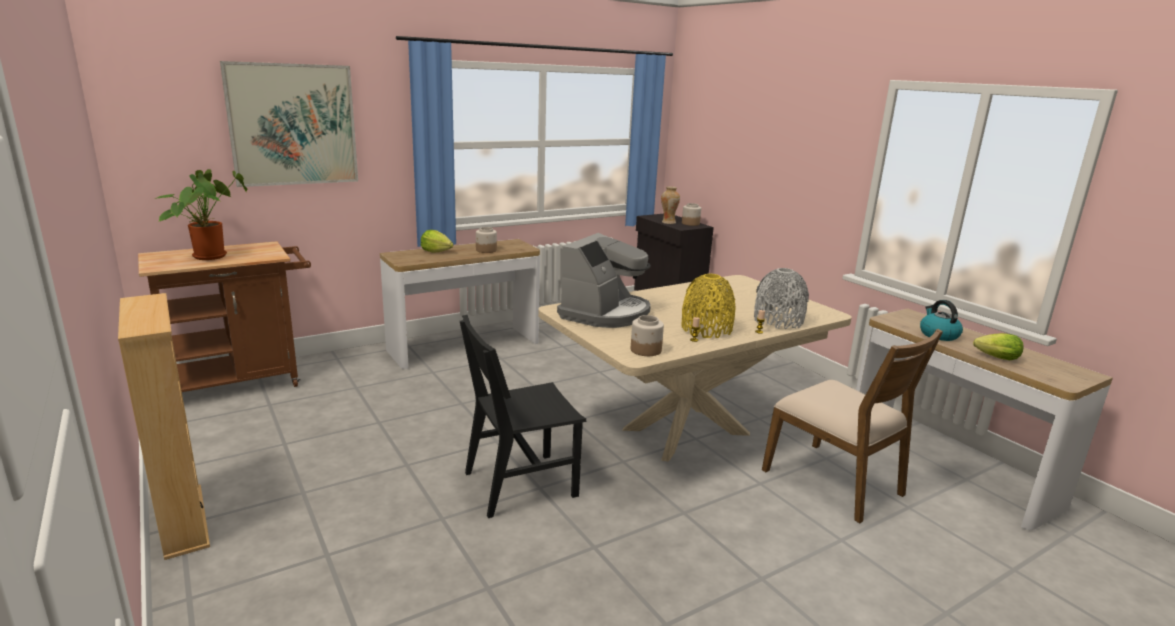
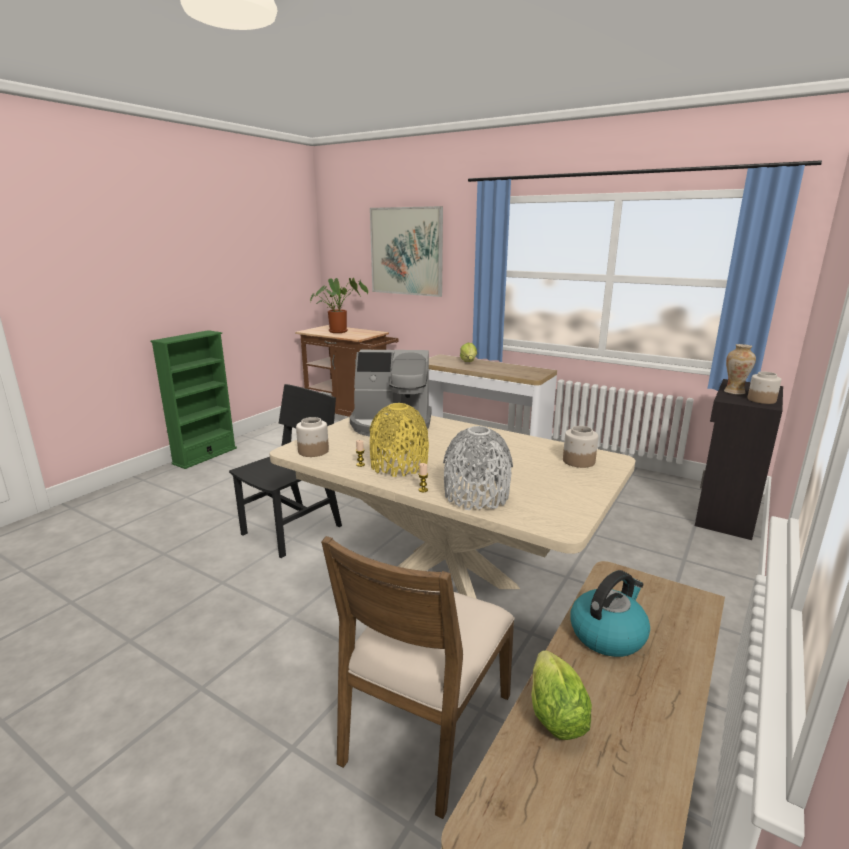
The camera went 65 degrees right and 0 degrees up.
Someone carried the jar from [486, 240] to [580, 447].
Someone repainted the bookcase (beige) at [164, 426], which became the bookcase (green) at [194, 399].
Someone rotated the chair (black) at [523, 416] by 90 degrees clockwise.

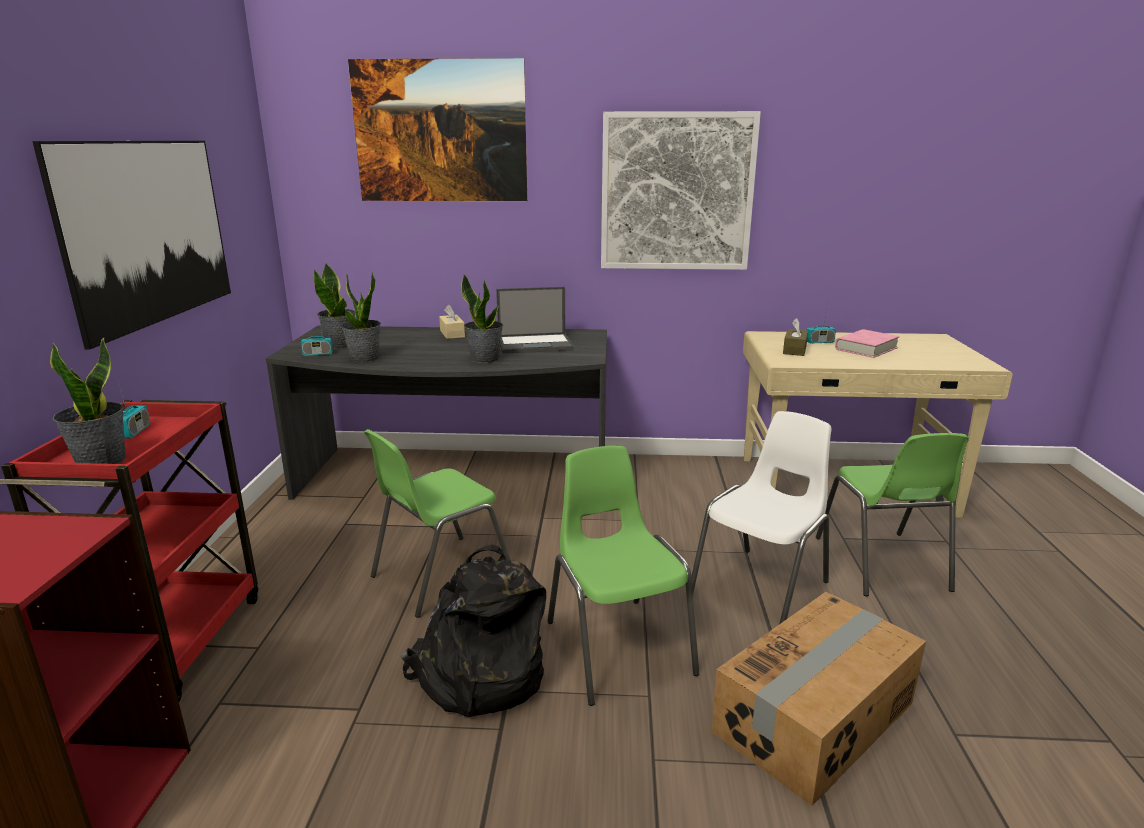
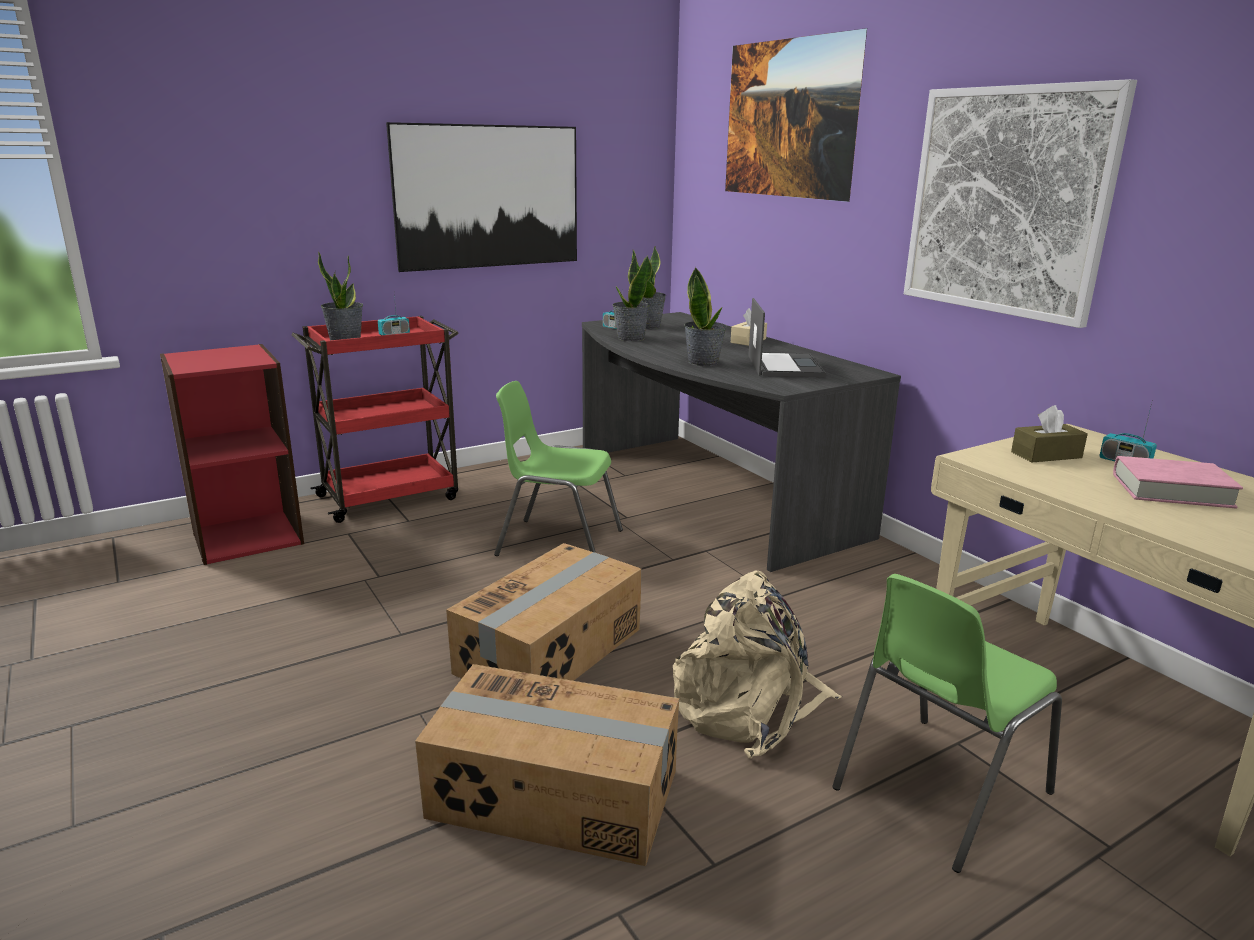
The camera went 55 degrees right and 0 degrees up.
Someone rotated the laptop at [535, 320] by 135 degrees counterclockwise.
Someone swapped the chair (white) at [761, 517] for the backpack (beige) at [757, 664].
Someone swapped the chair (green) at [623, 576] for the cardboard box at [544, 612].
Someone took away the backpack (black) at [473, 630].

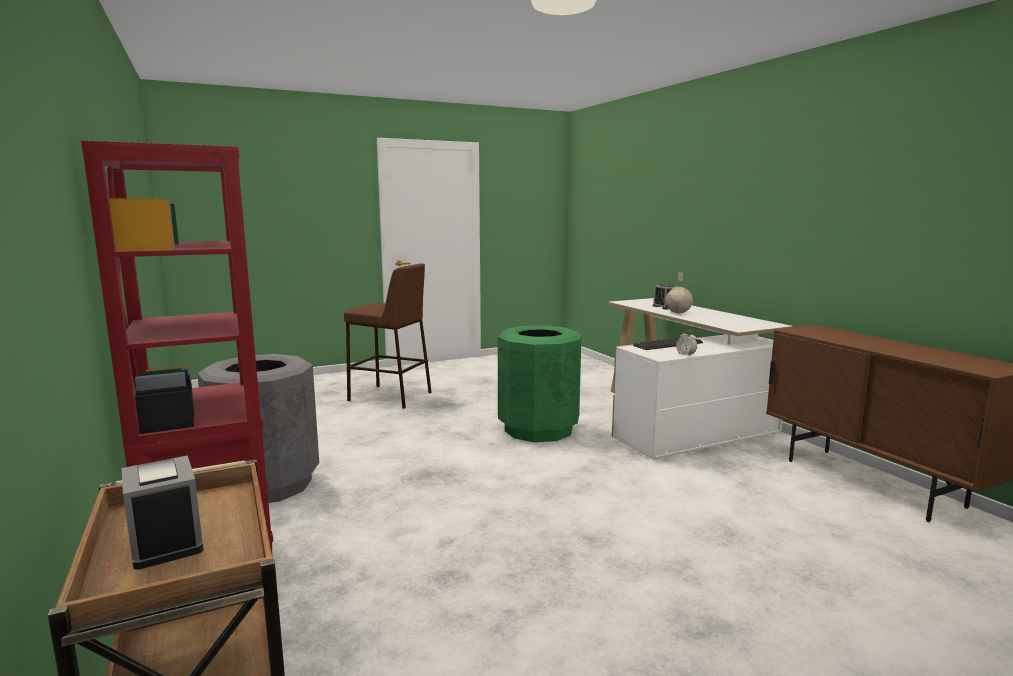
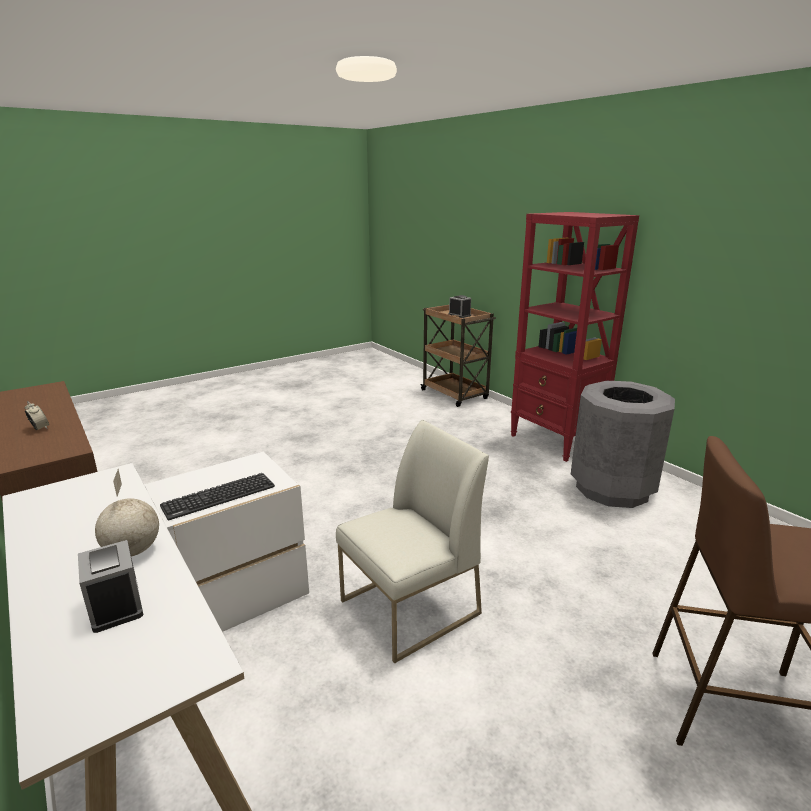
The camera went 170 degrees right and 10 degrees up.
Someone swapped the trash can (green) at [539, 383] for the chair (white) at [412, 541].
Someone carried the alarm clock from [686, 343] to [37, 415].

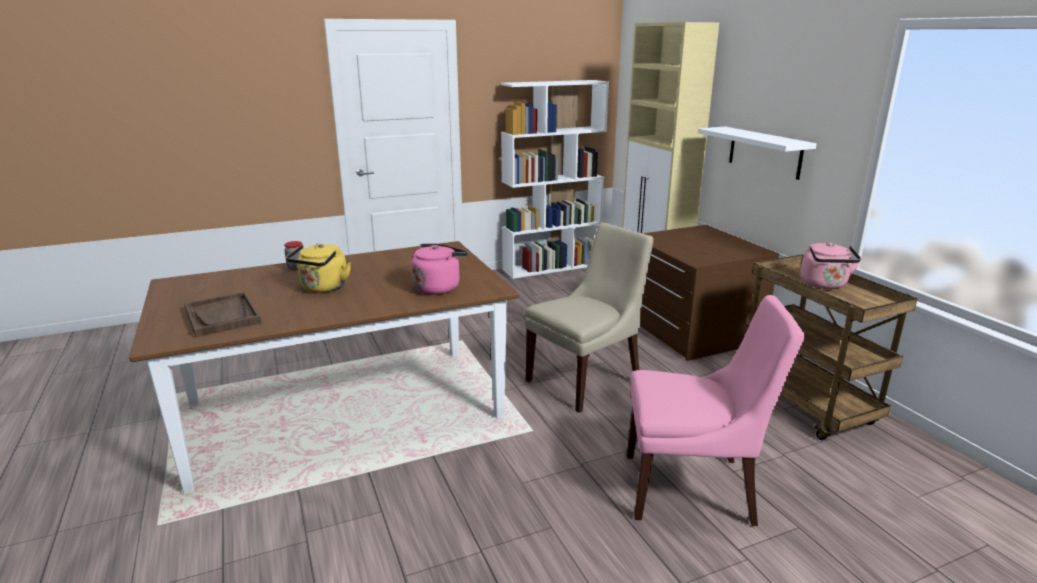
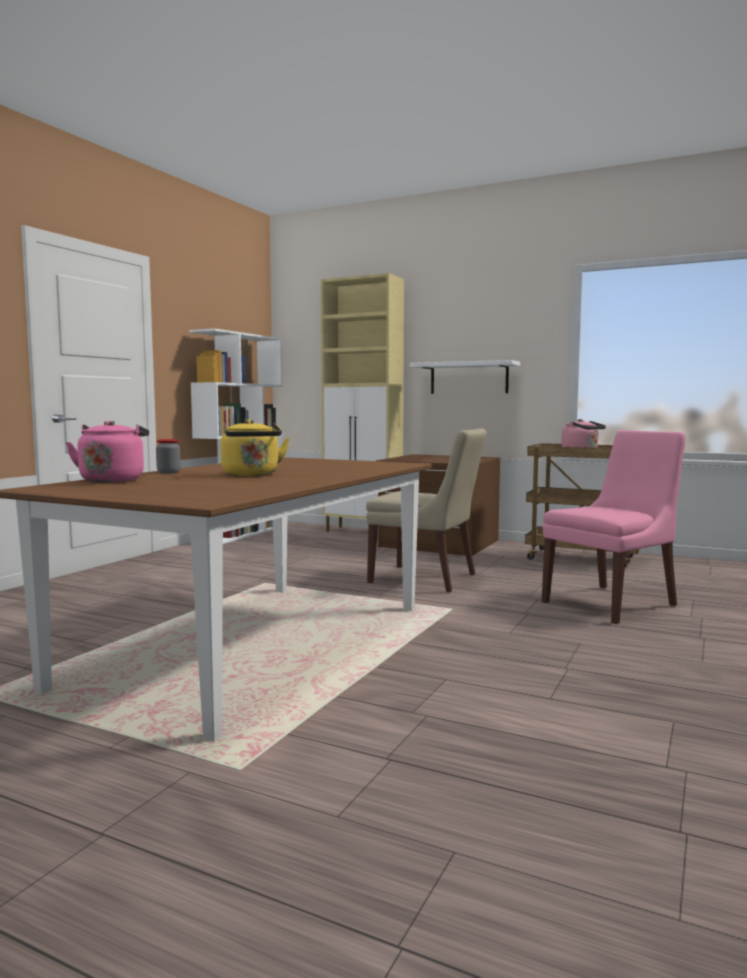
The camera went 40 degrees left and 15 degrees down.
Someone rotated the chair (beige) at [589, 317] by 105 degrees clockwise.
Someone carried the kettle (pink) from [439, 269] to [107, 451].
Someone took away the tray (brown) at [223, 314].

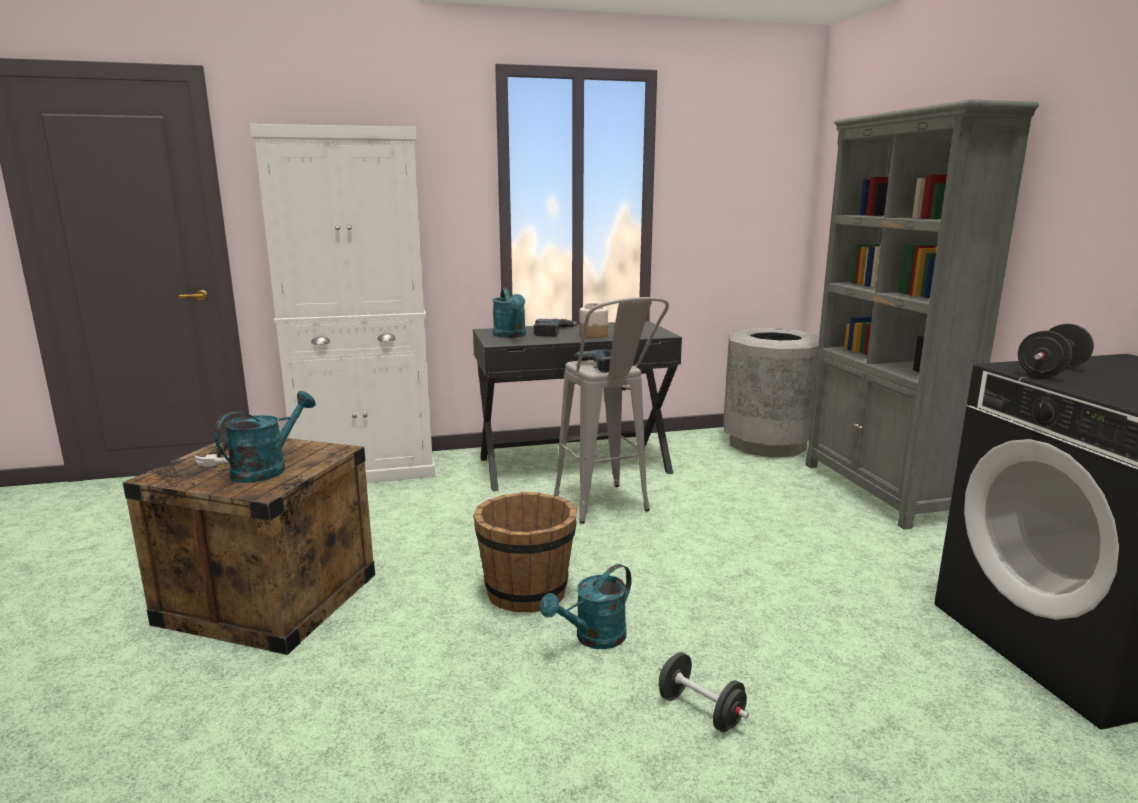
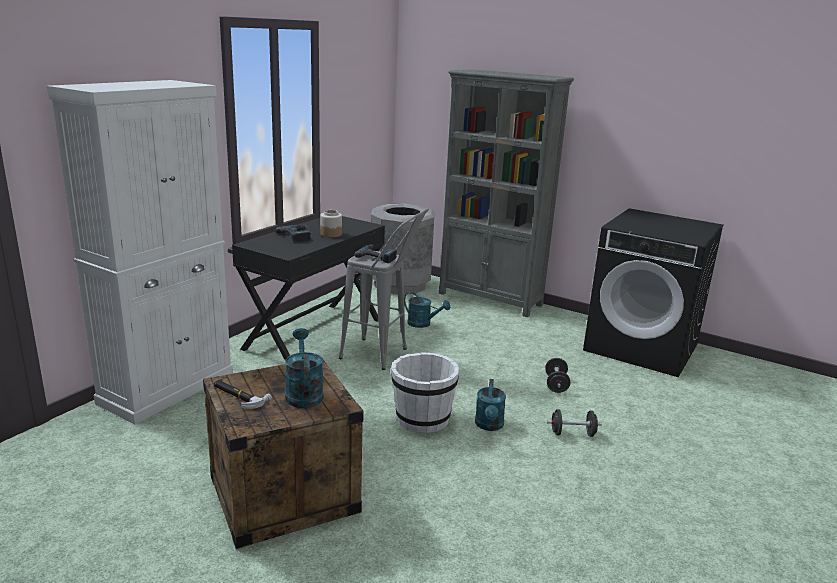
The camera went 45 degrees left and 5 degrees up.
Someone carried the watering can (turquoise) from [509, 312] to [427, 310].
Someone carried the dumbbell (black) from [1056, 351] to [557, 375].
Someone repainted the bucket (brown) at [525, 552], which became the bucket (white) at [425, 392].

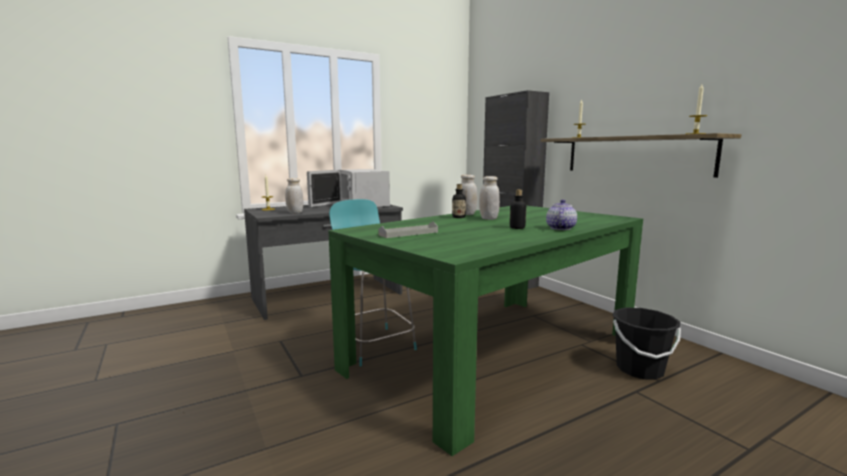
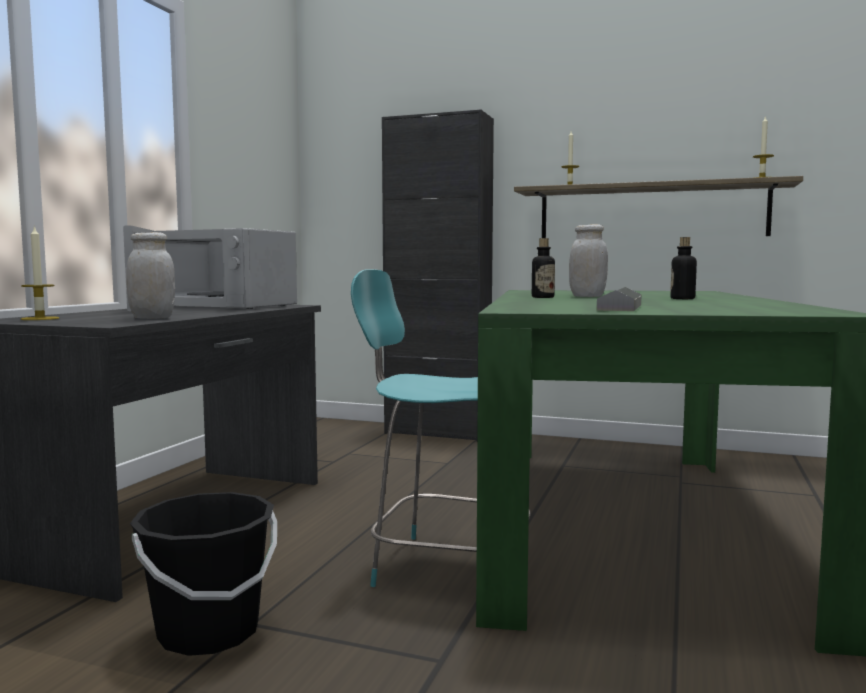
The camera went 40 degrees left and 5 degrees down.
Someone took away the jar (white) at [469, 194].
Someone took away the teapot at [561, 215].
Someone carried the bucket (black) from [646, 344] to [203, 574].

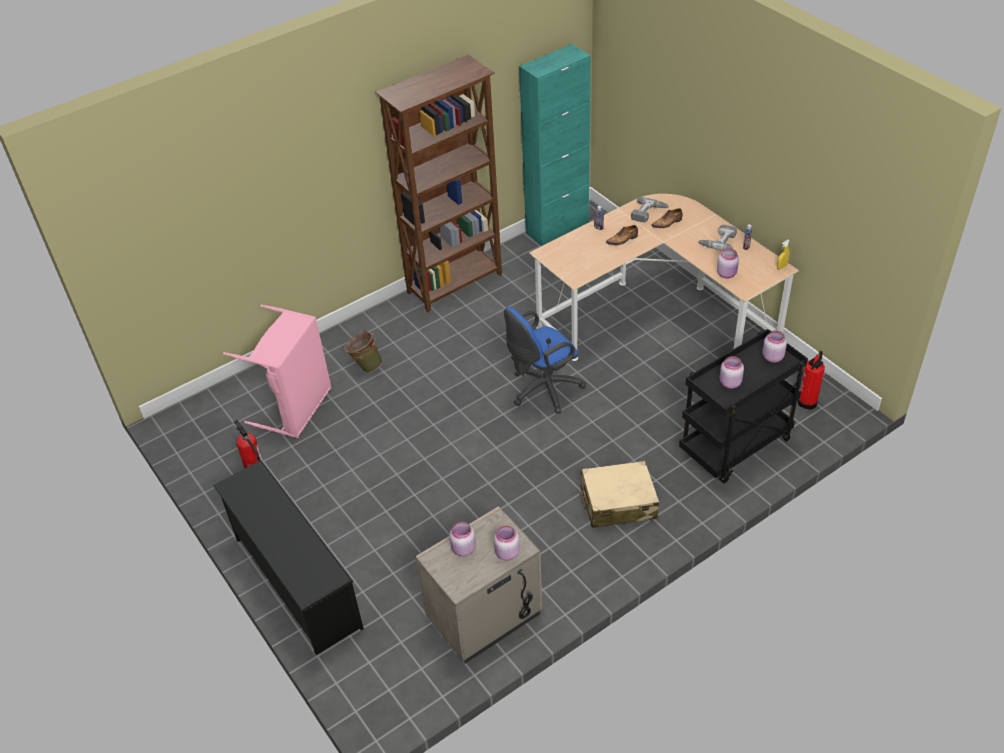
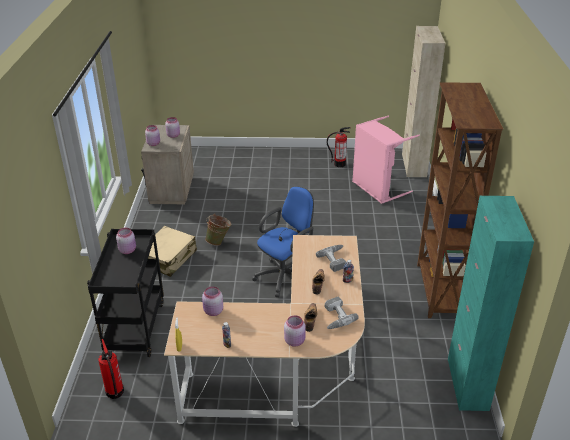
The camera went 125 degrees right and 10 degrees down.
Someone carried the power drill from [717, 238] to [331, 258].
Someone rotated the office chair (blue) at [545, 360] by 45 degrees clockwise.
Someone carried the bucket (green) from [363, 351] to [218, 229].
Someone carried the jar (pink) from [774, 347] to [295, 331].
Someone took away the shoe rack (black) at [288, 557].
Someone put down the cabinet (beige) at [423, 101].

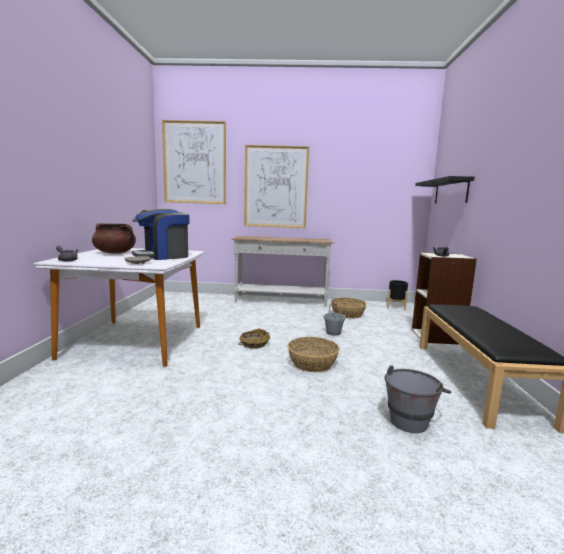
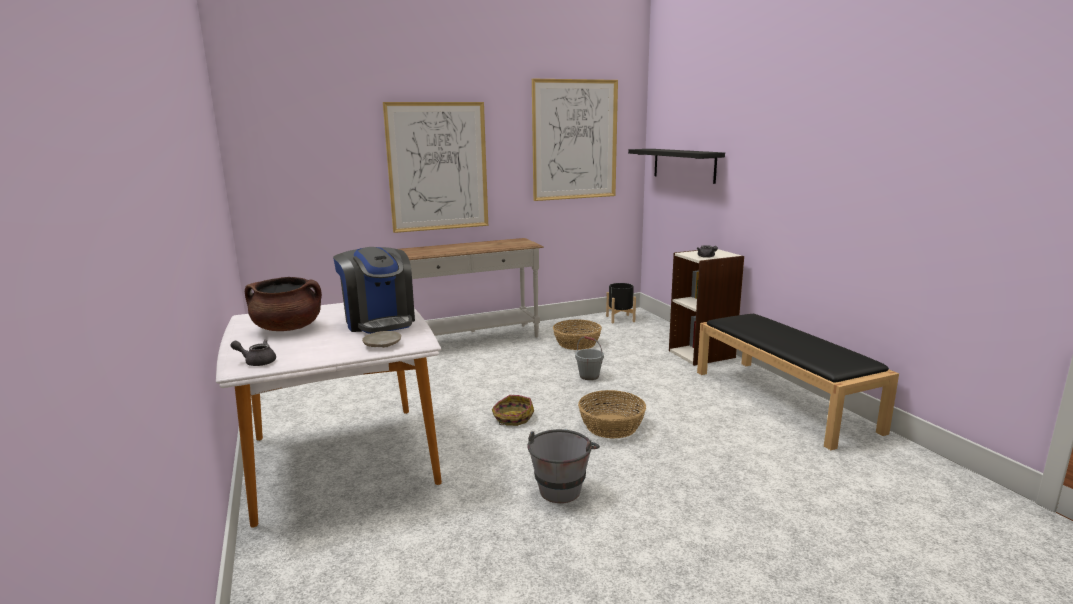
The camera went 25 degrees left and 5 degrees up.
Someone carried the picture from [194, 162] to [575, 140].
Someone rotated the coffee machine at [160, 234] by 60 degrees counterclockwise.
Someone carried the bucket (grey) from [417, 399] to [563, 466].

